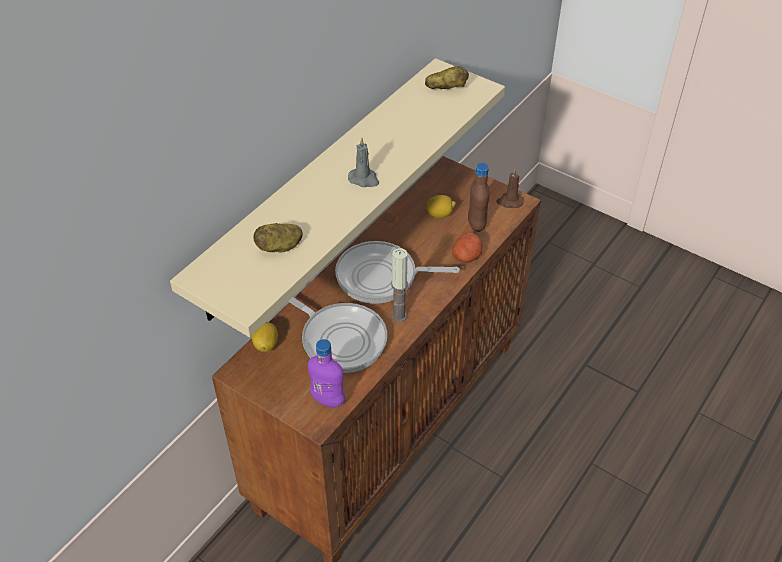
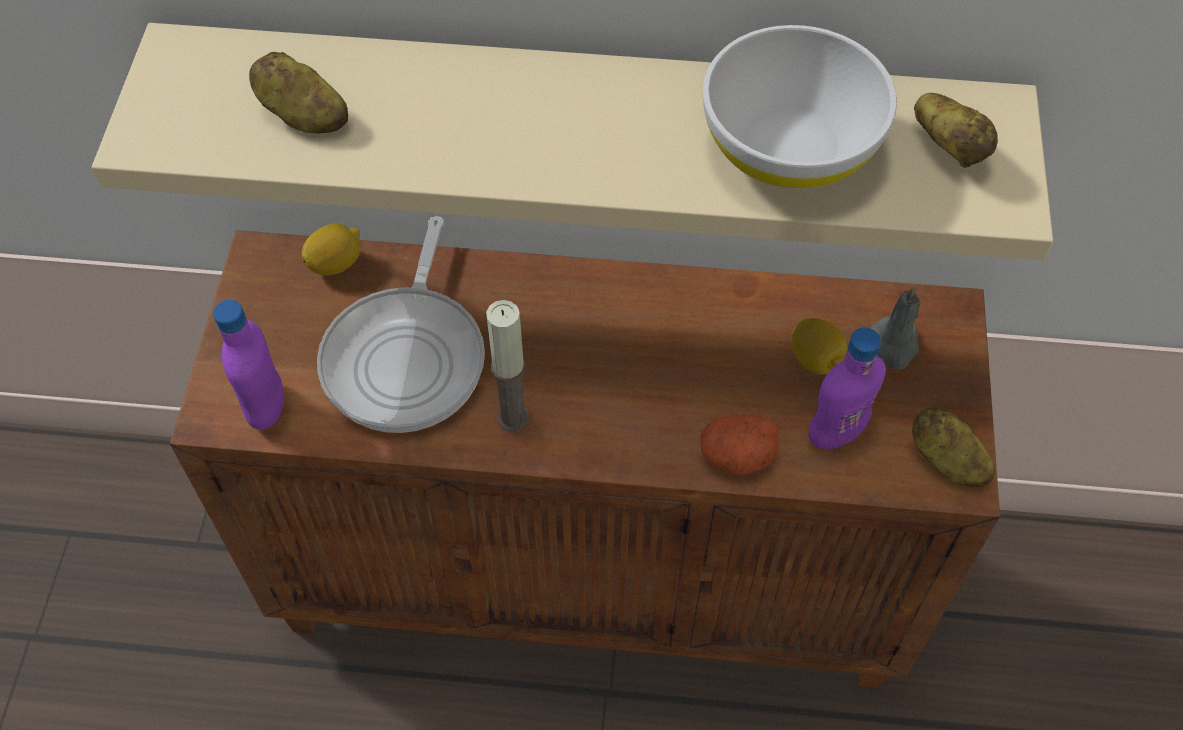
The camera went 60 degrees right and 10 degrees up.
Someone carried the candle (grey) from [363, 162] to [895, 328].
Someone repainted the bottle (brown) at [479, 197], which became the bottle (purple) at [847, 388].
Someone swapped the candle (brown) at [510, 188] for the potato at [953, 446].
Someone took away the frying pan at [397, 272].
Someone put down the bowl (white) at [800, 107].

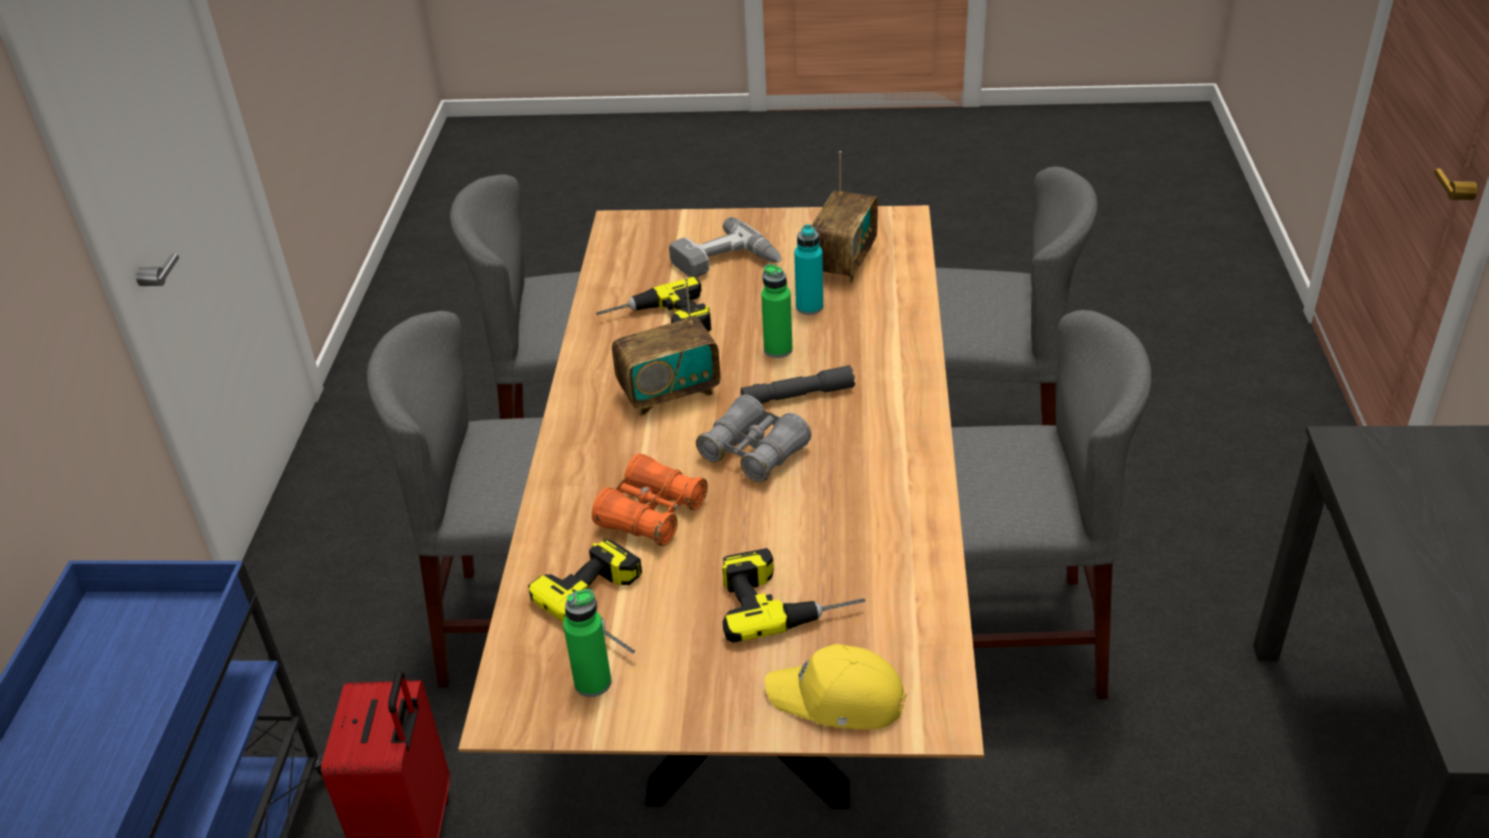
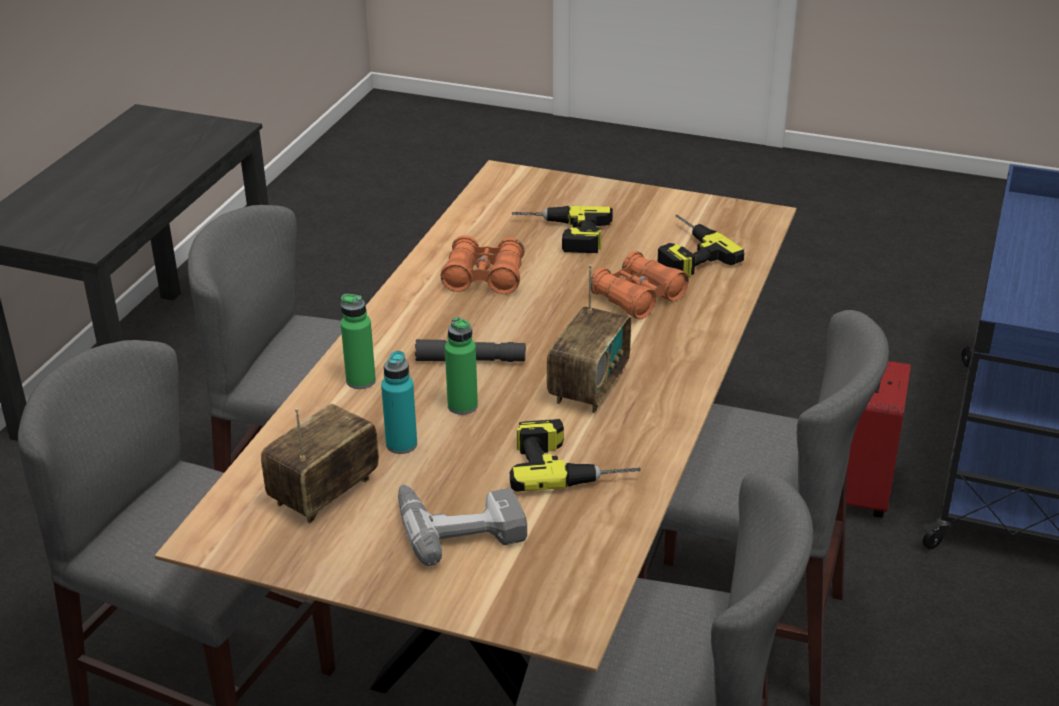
The camera went 165 degrees left and 5 degrees down.
Someone rotated the radio at [666, 346] by 120 degrees clockwise.
Someone took away the binoculars (grey) at [753, 438].
Someone carried the bottle (green) from [587, 643] to [358, 341].
Someone took away the cap (yellow) at [835, 686].
Someone put down the binoculars (orange) at [482, 264].

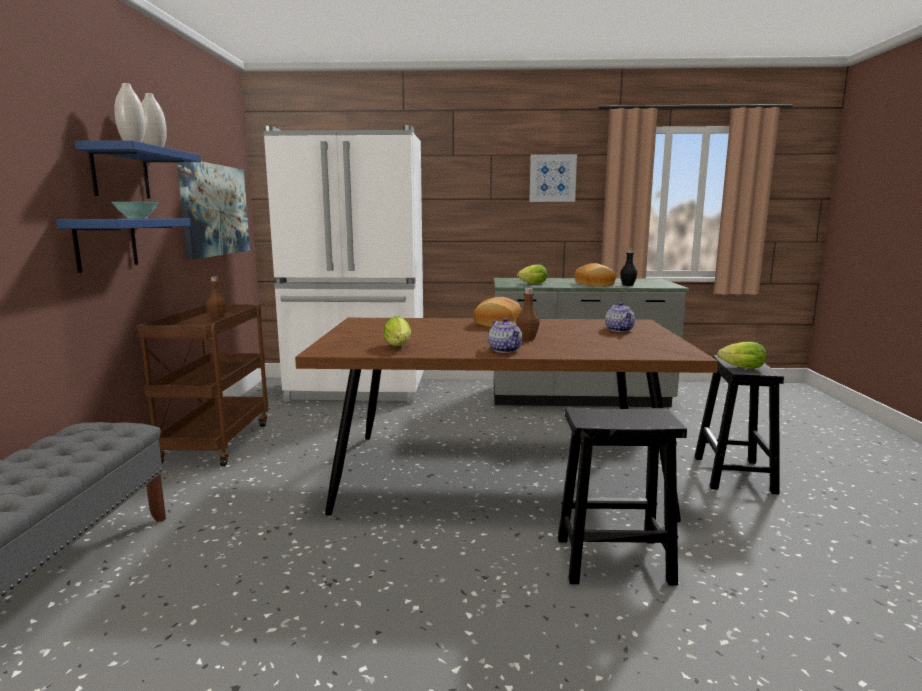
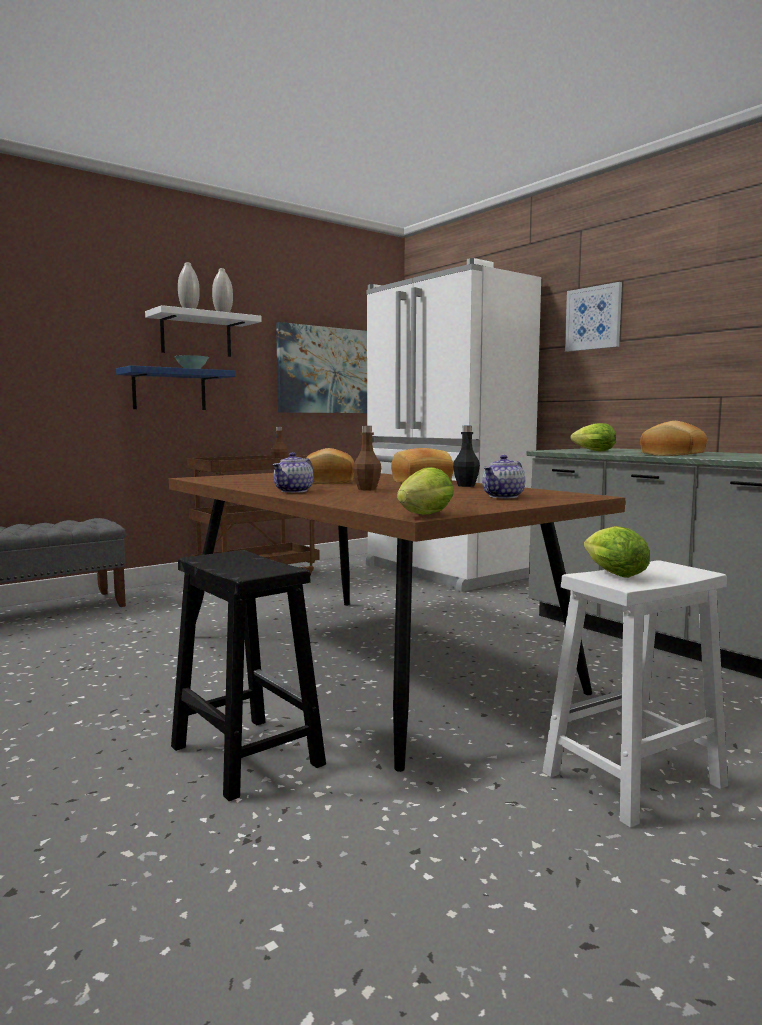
The camera went 50 degrees right and 5 degrees down.
Someone repainted the shelf (blue) at [137, 169], which became the shelf (white) at [203, 331].
Someone carried the picture from [553, 178] to [593, 317].
Someone carried the bottle (black) from [628, 267] to [466, 456].
Someone carried the lettuce from [397, 331] to [425, 490].
Someone repainted the stool (black) at [739, 424], which became the stool (white) at [635, 694].
Someone put down the bread at [330, 466].

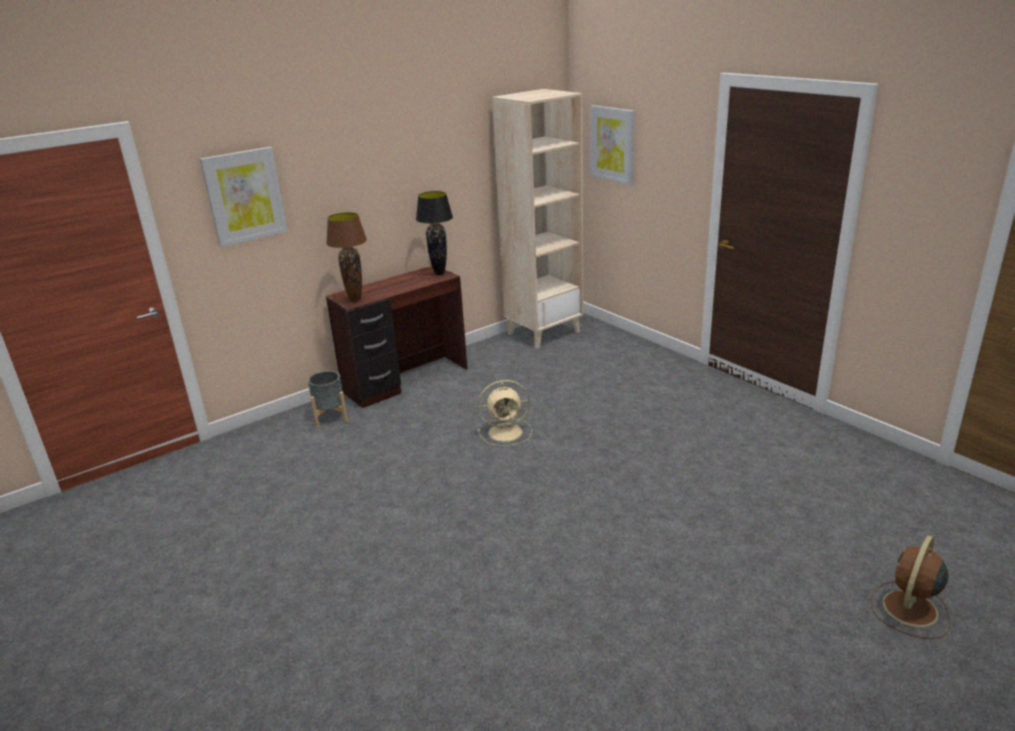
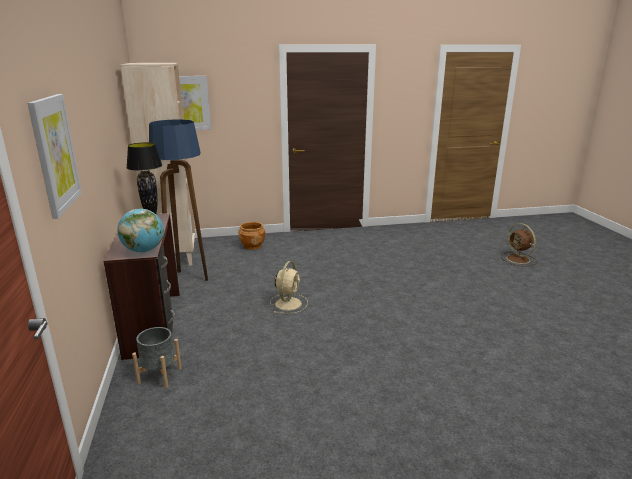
The camera went 65 degrees left and 5 degrees down.
Someone swapped the table lamp (brown) at [346, 257] for the globe at [140, 231].
Someone put down the floor lamp at [178, 200].
Someone put down the planter (brown) at [251, 236].

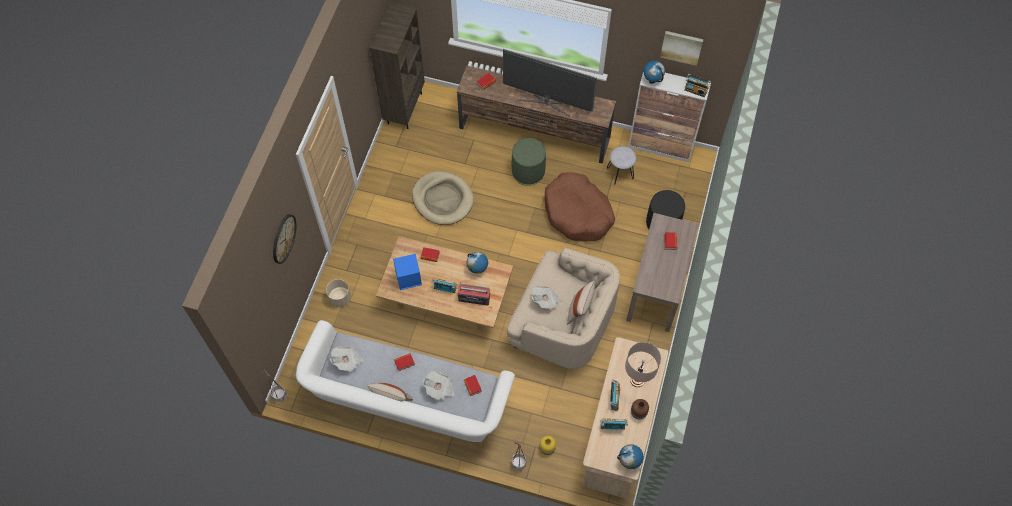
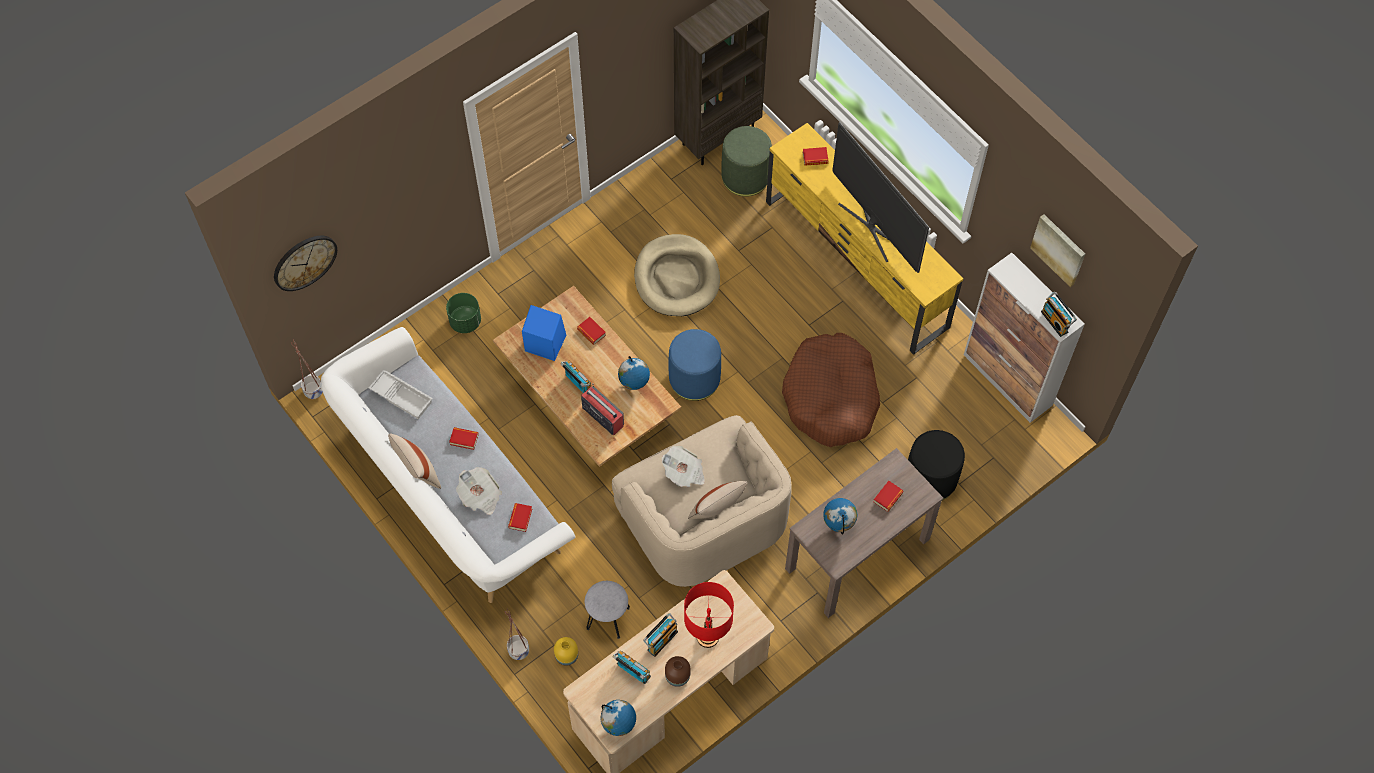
The camera went 35 degrees right and 0 degrees up.
Someone carried the globe from [654, 72] to [840, 516].
Someone repainted the tv stand (brown) at [536, 115], which became the tv stand (yellow) at [864, 239].
Someone carried the ottoman (green) from [529, 162] to [746, 161].
Someone carried the stool (grey) from [621, 165] to [607, 610].
Someone carried the wall clock from [285, 239] to [305, 263].
Someone repainted the planter (beige) at [338, 293], which became the planter (green) at [463, 313].
Someone repainted the table lamp (beige) at [643, 364], which became the table lamp (red) at [709, 615].
Someone swapped the newspaper at [347, 359] for the tray (white) at [401, 394].
Someone put down the ottoman (blue) at [694, 365].

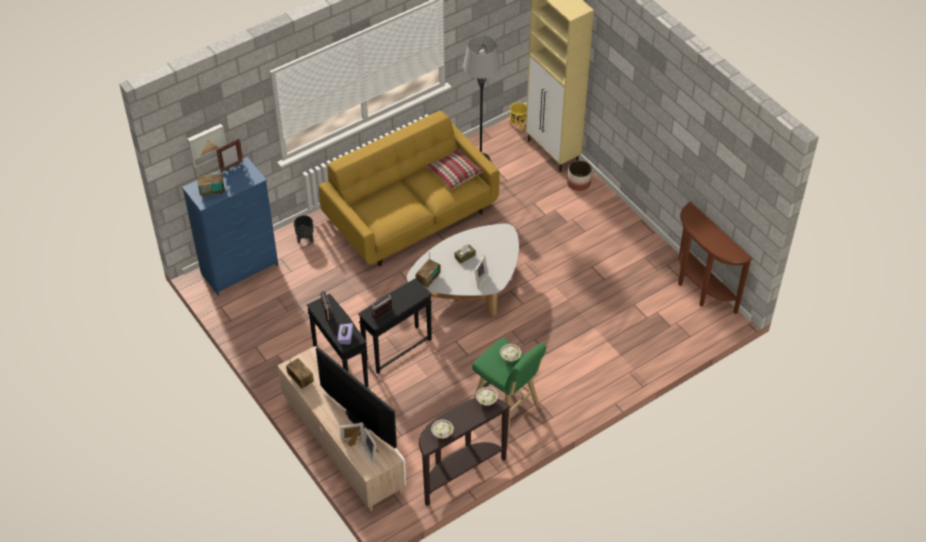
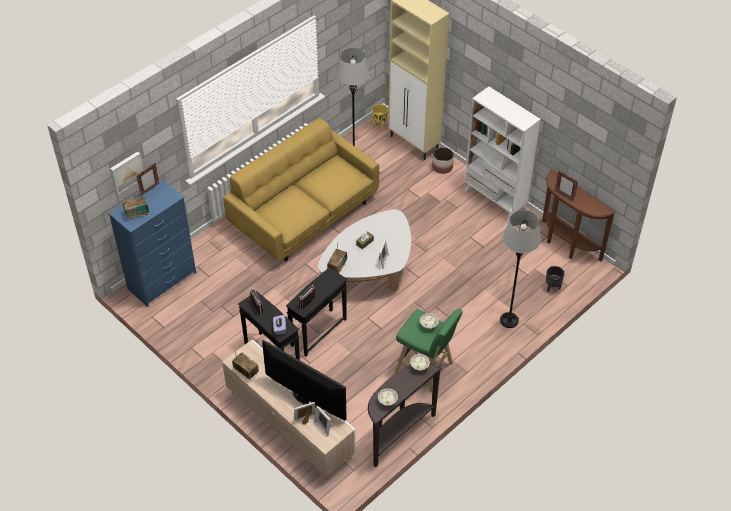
The camera went 10 degrees left and 0 degrees up.
Someone took away the pillow at [455, 168].
Someone carried the planter (black) from [303, 229] to [555, 279].
Someone put down the bookcase (white) at [503, 153].
Someone put down the picture frame at [567, 186].
Someone put down the floor lamp (grey) at [520, 269].

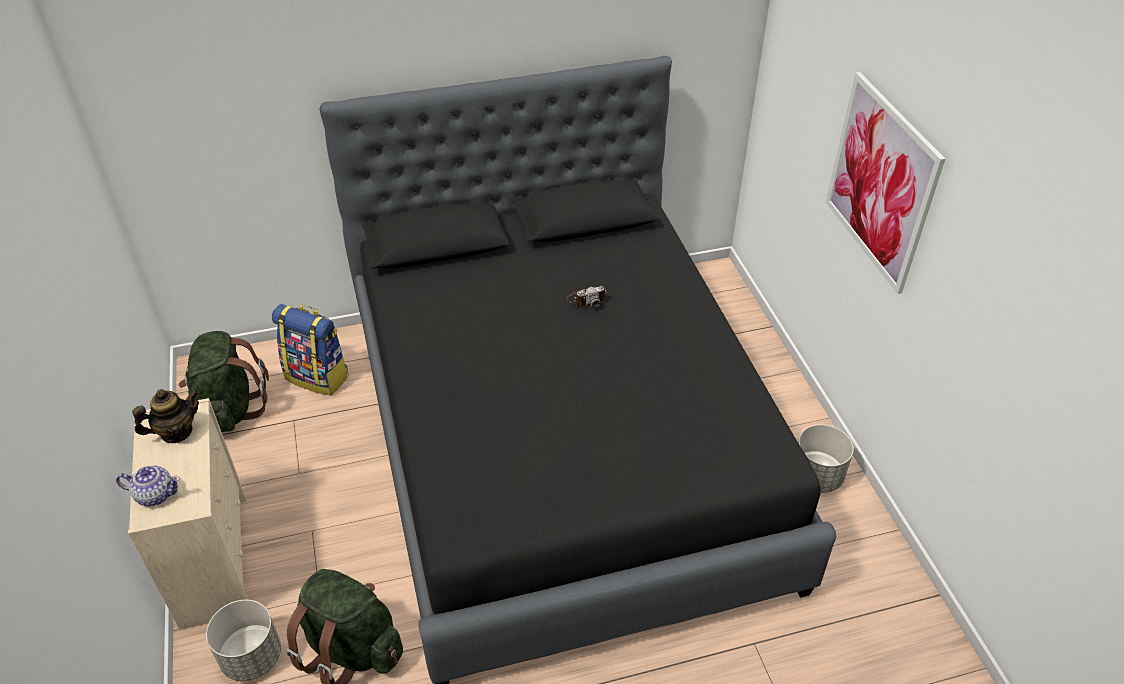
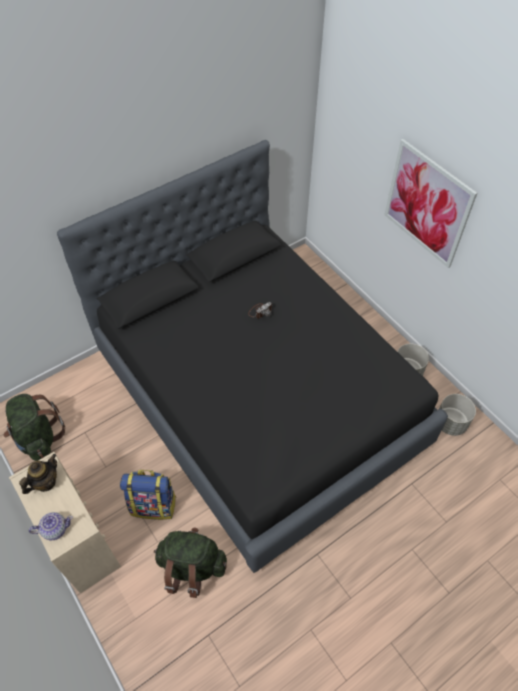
The camera went 20 degrees left and 10 degrees up.
Someone carried the backpack from [310, 350] to [148, 495].
Someone carried the planter (grey) from [243, 640] to [457, 415].

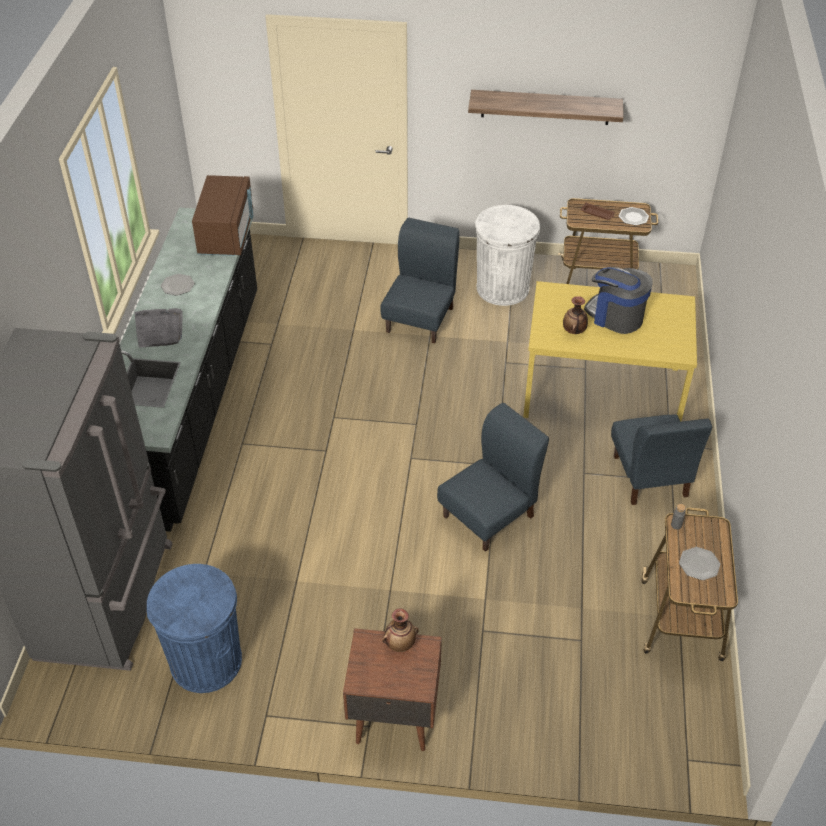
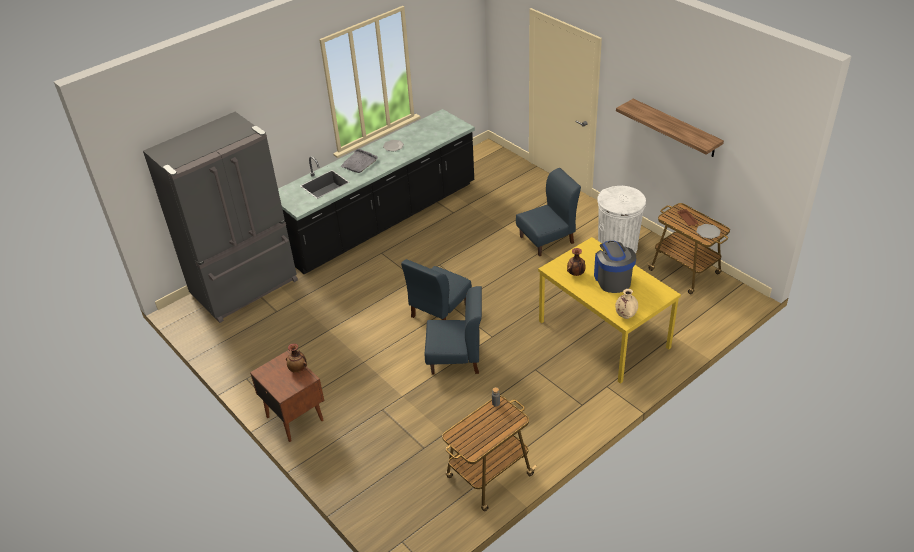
The camera went 45 degrees right and 5 degrees down.
Someone took away the microwave (brown) at [222, 215].
Someone carried the chair (blue) from [661, 460] to [436, 289].
Someone took away the plate at [699, 563].
Someone took away the trash can (blue) at [194, 628].
Someone put down the vase (beige) at [626, 304].

